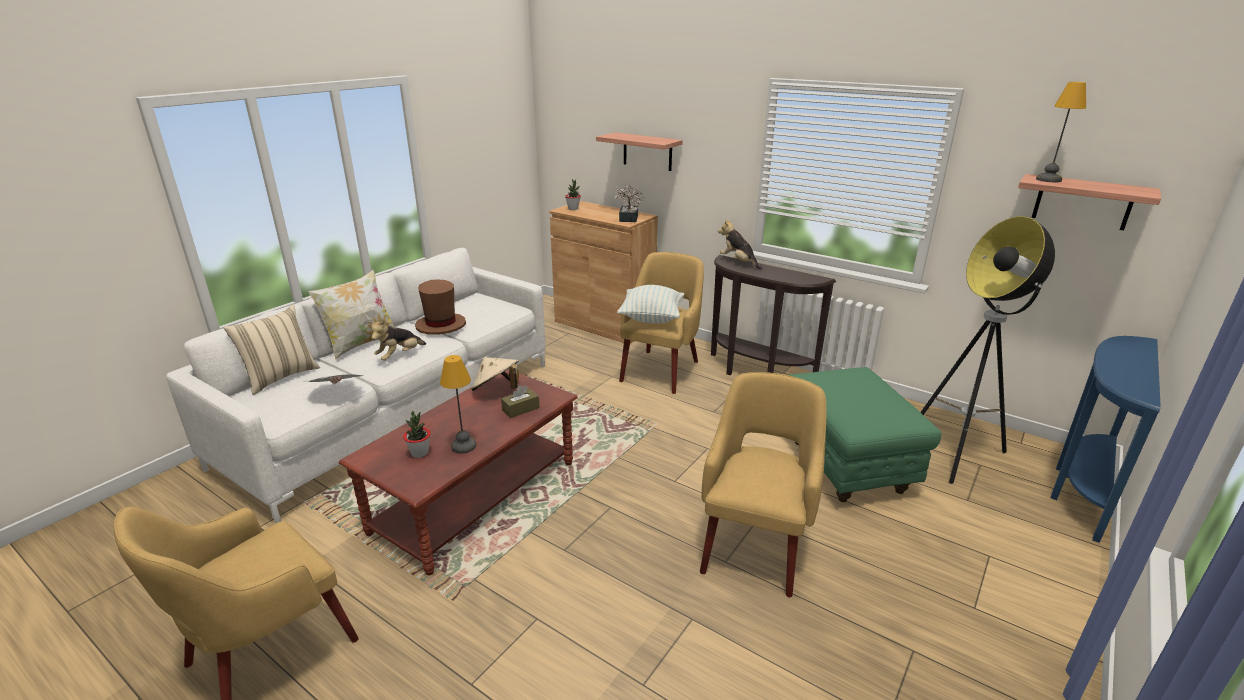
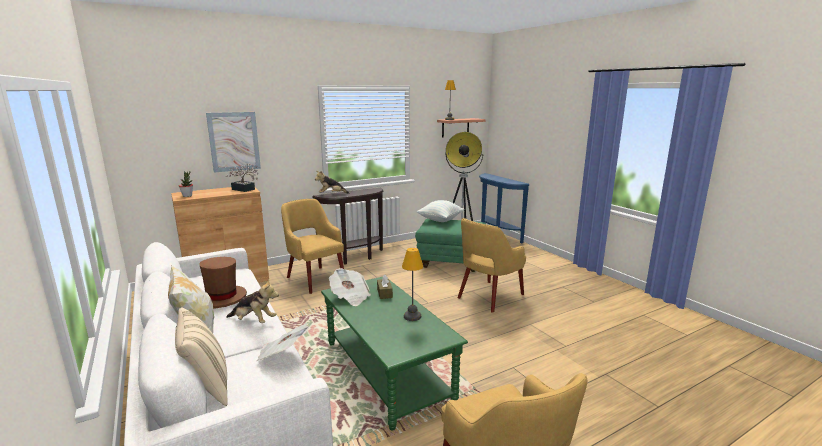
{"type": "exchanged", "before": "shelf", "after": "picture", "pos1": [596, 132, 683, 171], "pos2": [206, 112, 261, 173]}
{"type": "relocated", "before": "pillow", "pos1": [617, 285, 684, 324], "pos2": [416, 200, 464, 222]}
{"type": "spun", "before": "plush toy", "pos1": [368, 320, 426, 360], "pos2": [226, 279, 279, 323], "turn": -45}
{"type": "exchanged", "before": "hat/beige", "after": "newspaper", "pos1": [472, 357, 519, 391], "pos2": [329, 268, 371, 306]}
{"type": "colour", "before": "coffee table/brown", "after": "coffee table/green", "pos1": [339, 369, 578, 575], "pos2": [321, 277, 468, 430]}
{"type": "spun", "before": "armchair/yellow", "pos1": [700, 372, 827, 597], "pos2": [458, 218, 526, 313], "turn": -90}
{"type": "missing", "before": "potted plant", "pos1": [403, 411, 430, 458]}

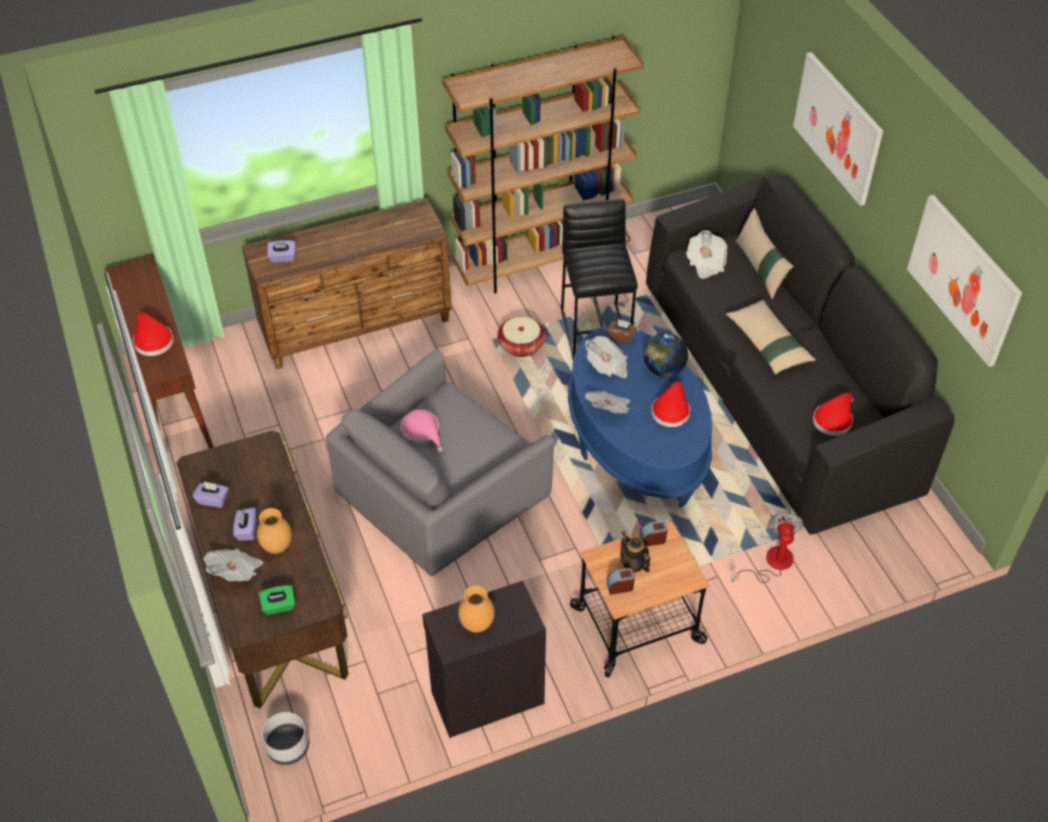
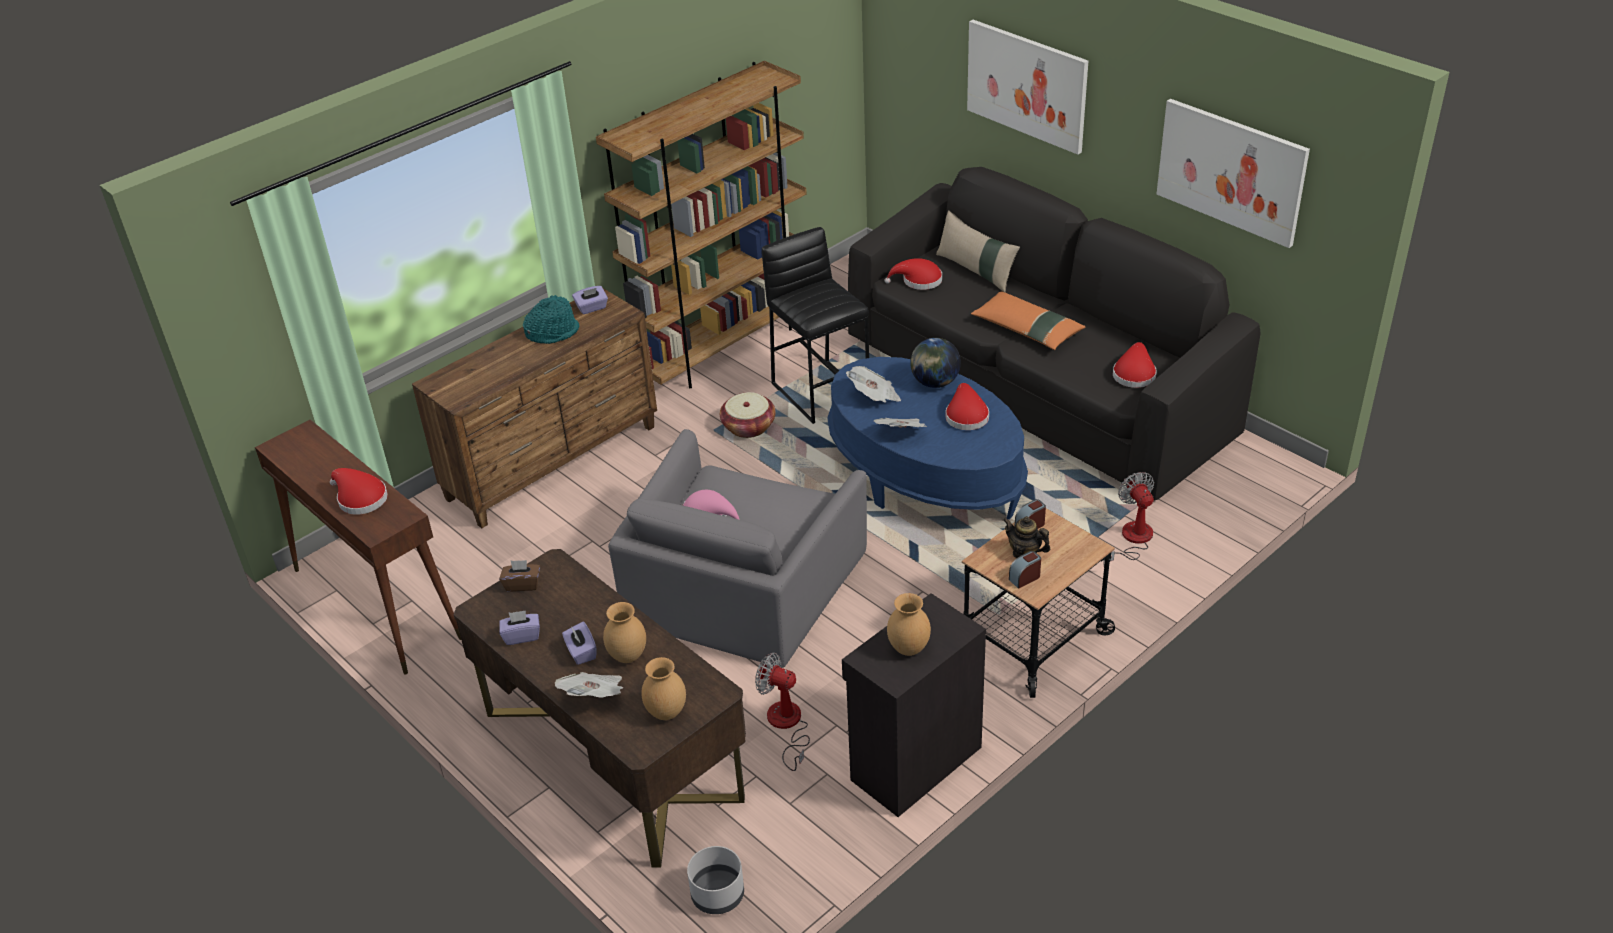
{"type": "exchanged", "before": "newspaper", "after": "hat/red", "pos1": [686, 230, 727, 279], "pos2": [885, 258, 942, 290]}
{"type": "relocated", "before": "tissue box/purple", "pos1": [267, 240, 295, 263], "pos2": [572, 286, 608, 314]}
{"type": "colour", "before": "pillow/beige", "after": "pillow/orange", "pos1": [726, 300, 816, 375], "pos2": [971, 291, 1086, 350]}
{"type": "relocated", "before": "tissue box/brown", "pos1": [607, 319, 637, 344], "pos2": [499, 560, 540, 592]}
{"type": "exchanged", "before": "tissue box/green", "after": "vase/brown", "pos1": [259, 585, 295, 615], "pos2": [641, 657, 686, 720]}
{"type": "appeared", "after": "hat/turquoise", "pos2": [523, 295, 580, 344]}
{"type": "appeared", "after": "fan", "pos2": [755, 653, 810, 771]}

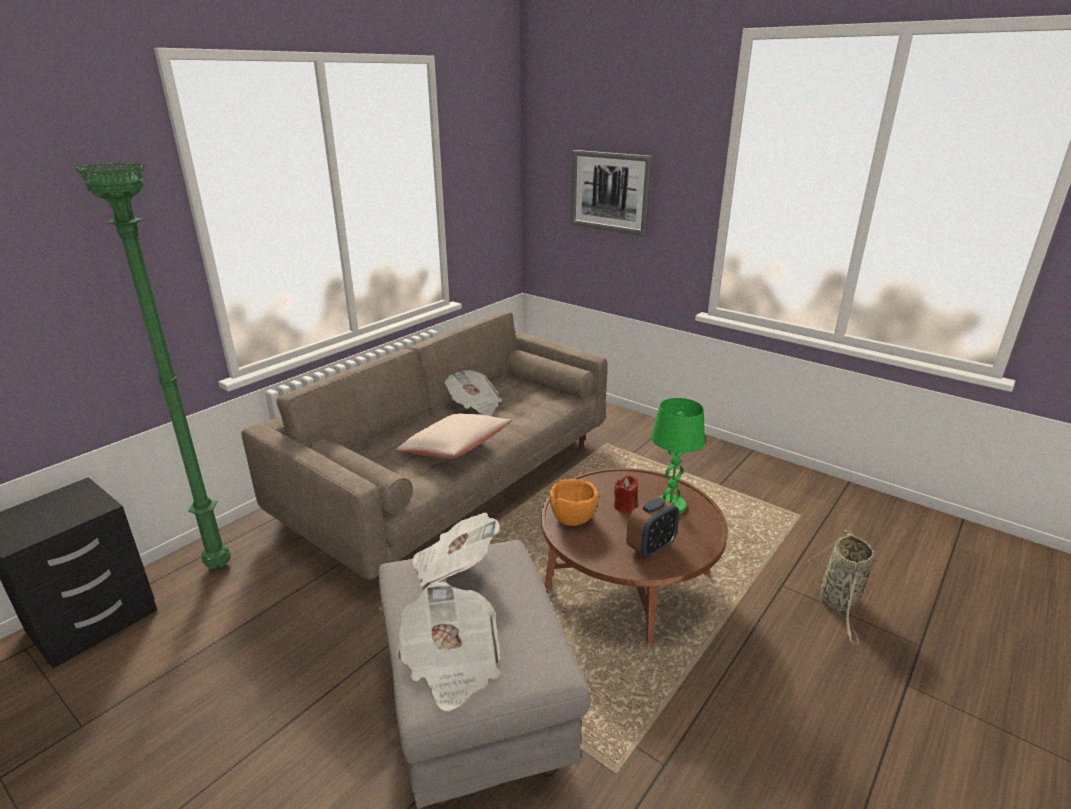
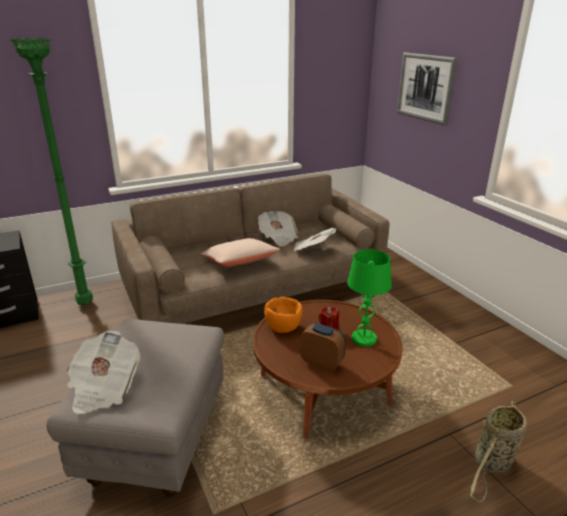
{"type": "spun", "before": "alarm clock", "pos1": [626, 497, 679, 558], "pos2": [300, 323, 346, 371], "turn": -135}
{"type": "relocated", "before": "newspaper", "pos1": [412, 513, 500, 587], "pos2": [293, 227, 336, 252]}

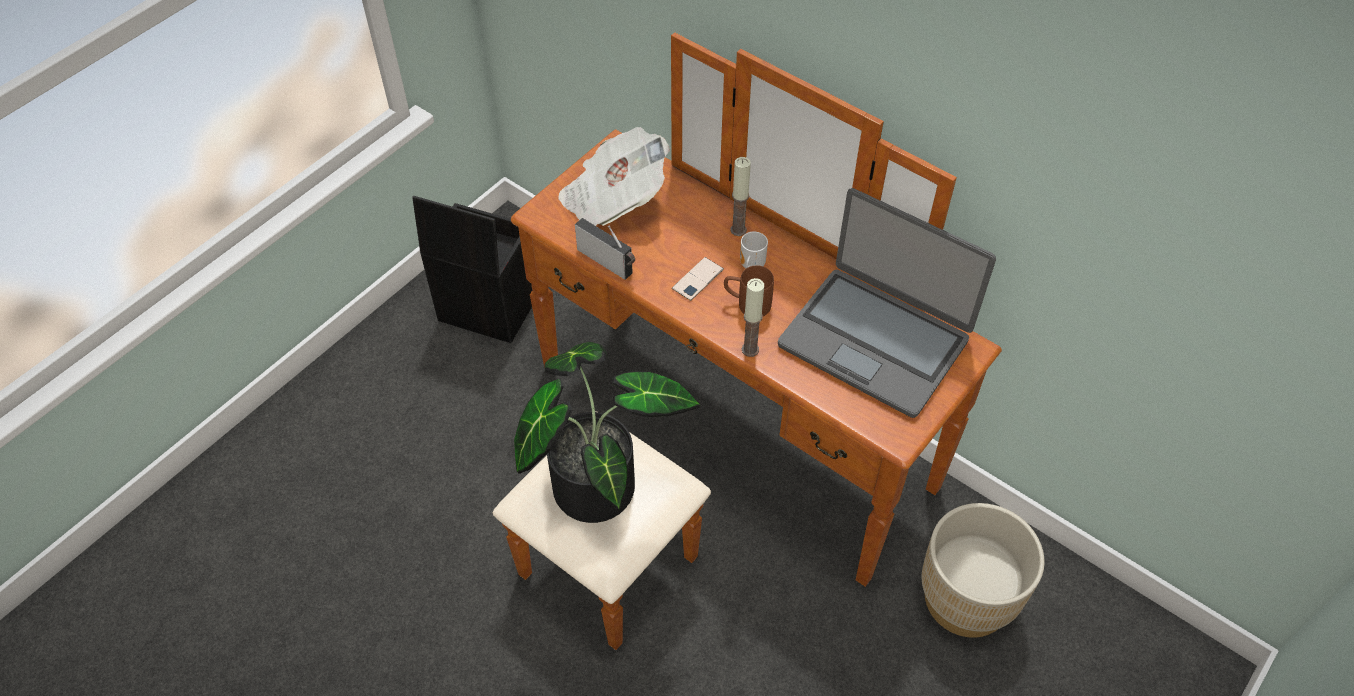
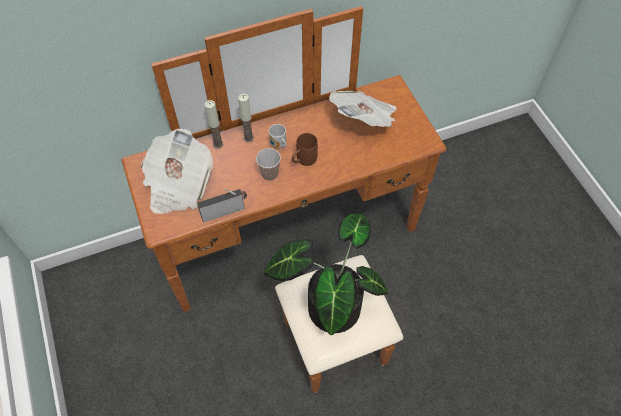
{"type": "exchanged", "before": "laptop", "after": "newspaper", "pos1": [778, 188, 996, 418], "pos2": [329, 91, 397, 127]}
{"type": "missing", "before": "storage box/black", "pos1": [412, 196, 533, 343]}
{"type": "exchanged", "before": "phone", "after": "cup", "pos1": [672, 257, 724, 301], "pos2": [256, 148, 281, 181]}
{"type": "relocated", "before": "candle", "pos1": [742, 278, 764, 357], "pos2": [205, 100, 223, 149]}
{"type": "missing", "before": "planter/beige", "pos1": [922, 503, 1045, 638]}

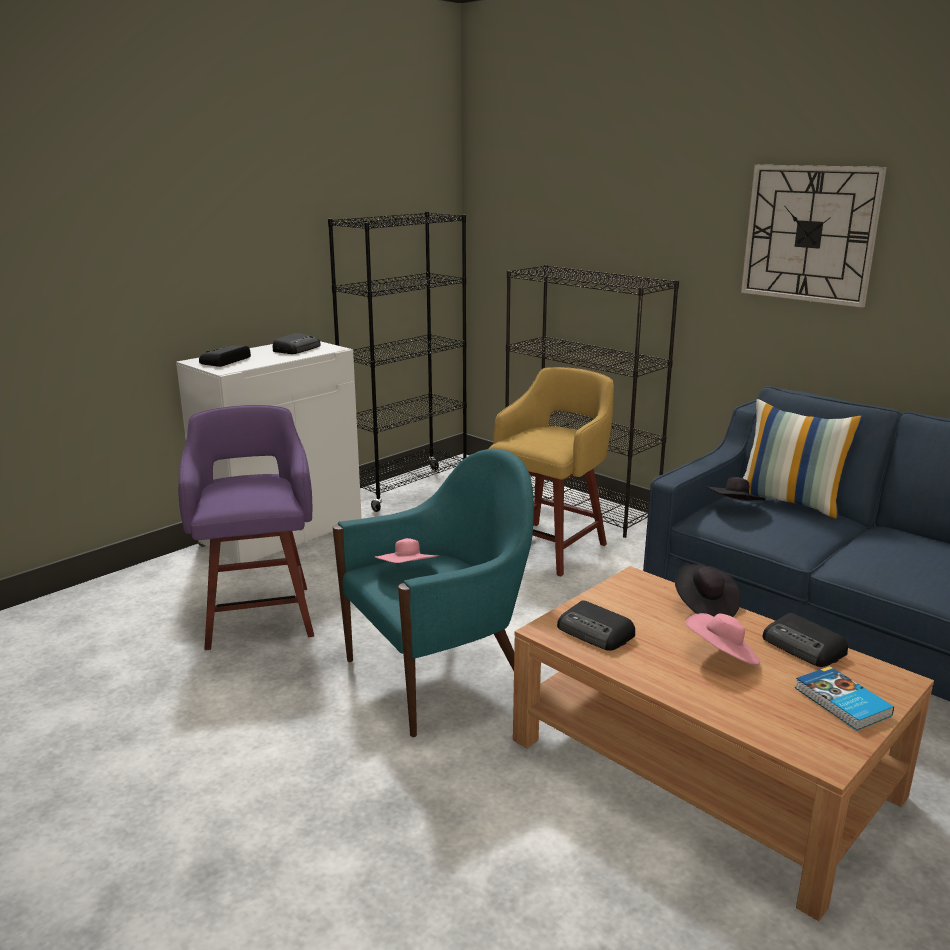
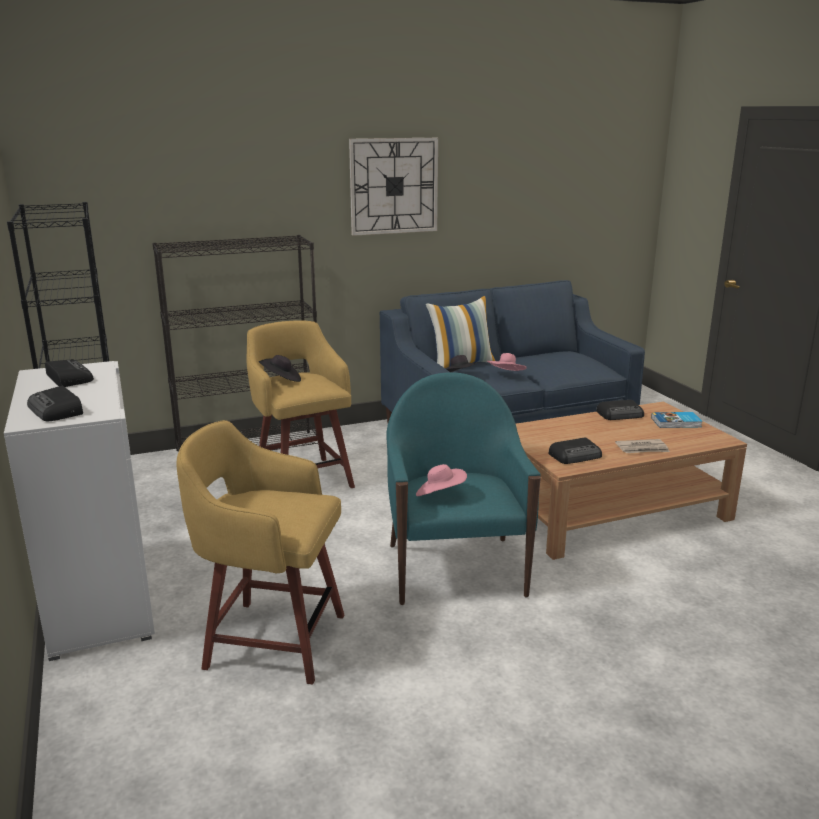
{"type": "colour", "before": "stool/purple", "after": "stool/yellow", "pos1": [178, 405, 314, 650], "pos2": [176, 420, 344, 685]}
{"type": "relocated", "before": "hat/black", "pos1": [675, 564, 741, 617], "pos2": [259, 355, 301, 382]}
{"type": "relocated", "before": "hat/pink", "pos1": [685, 613, 760, 665], "pos2": [487, 353, 527, 371]}
{"type": "appeared", "after": "newspaper", "pos2": [615, 439, 670, 453]}

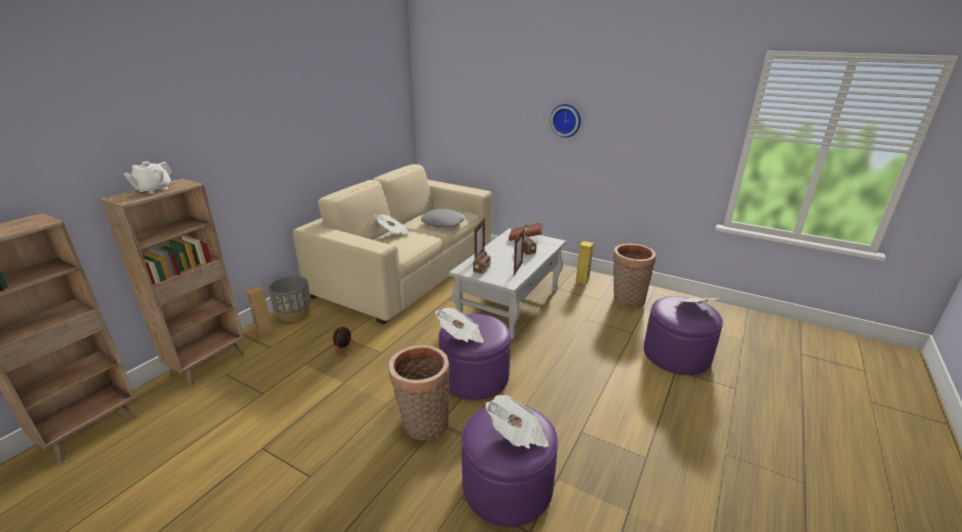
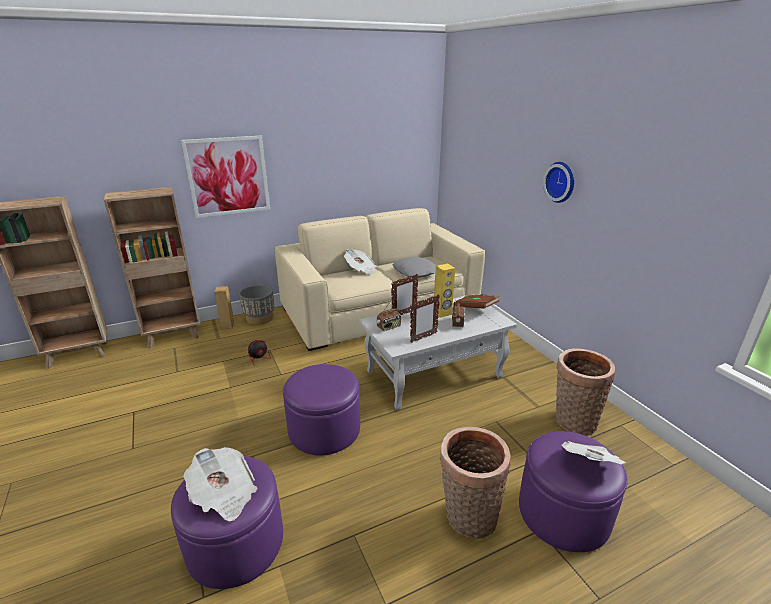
{"type": "missing", "before": "teapot/white", "pos1": [124, 161, 172, 194]}
{"type": "relocated", "before": "speaker/yellow", "pos1": [576, 241, 594, 284], "pos2": [434, 264, 455, 318]}
{"type": "missing", "before": "newspaper", "pos1": [435, 308, 484, 343]}
{"type": "relocated", "before": "basket", "pos1": [389, 345, 450, 440], "pos2": [439, 427, 511, 539]}
{"type": "appeared", "after": "picture", "pos2": [181, 136, 270, 218]}

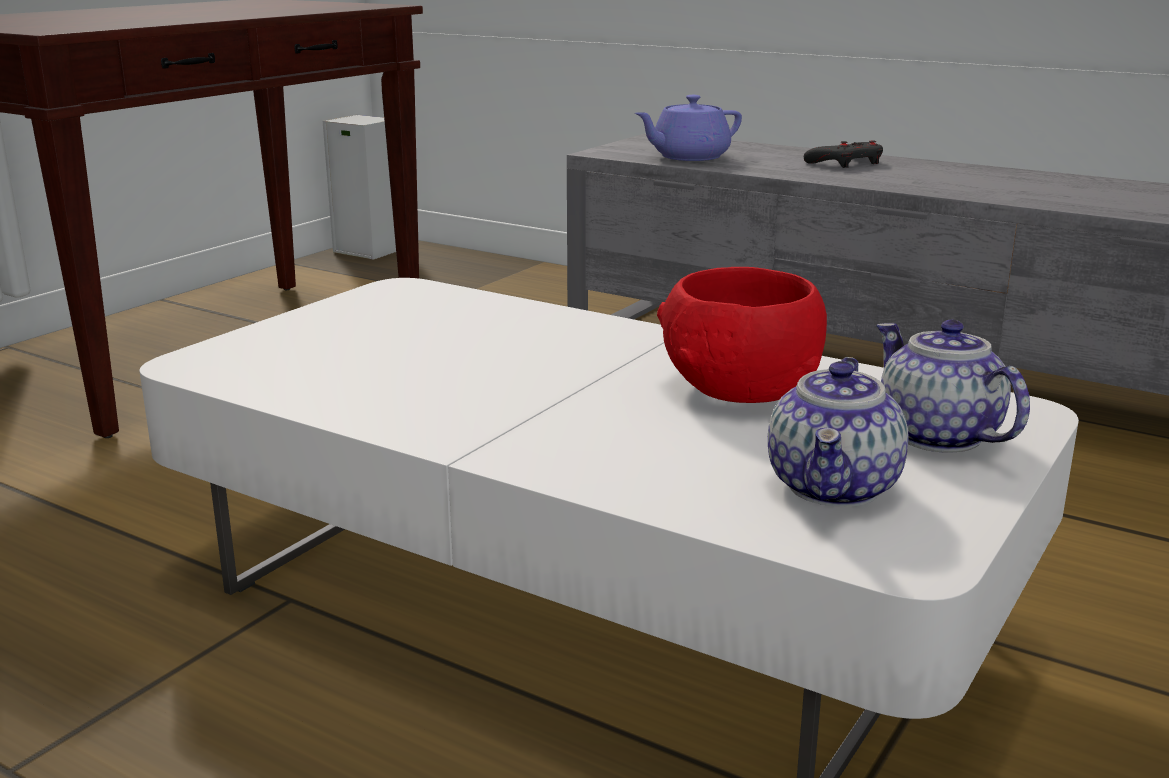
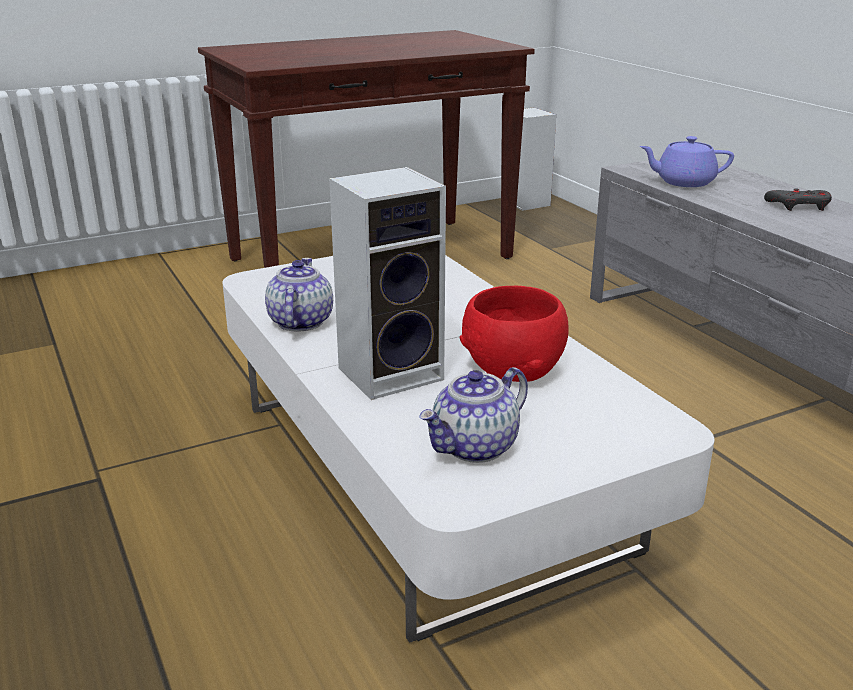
{"type": "relocated", "before": "teapot", "pos1": [877, 320, 1030, 453], "pos2": [265, 258, 333, 332]}
{"type": "appeared", "after": "speaker", "pos2": [329, 167, 446, 400]}

